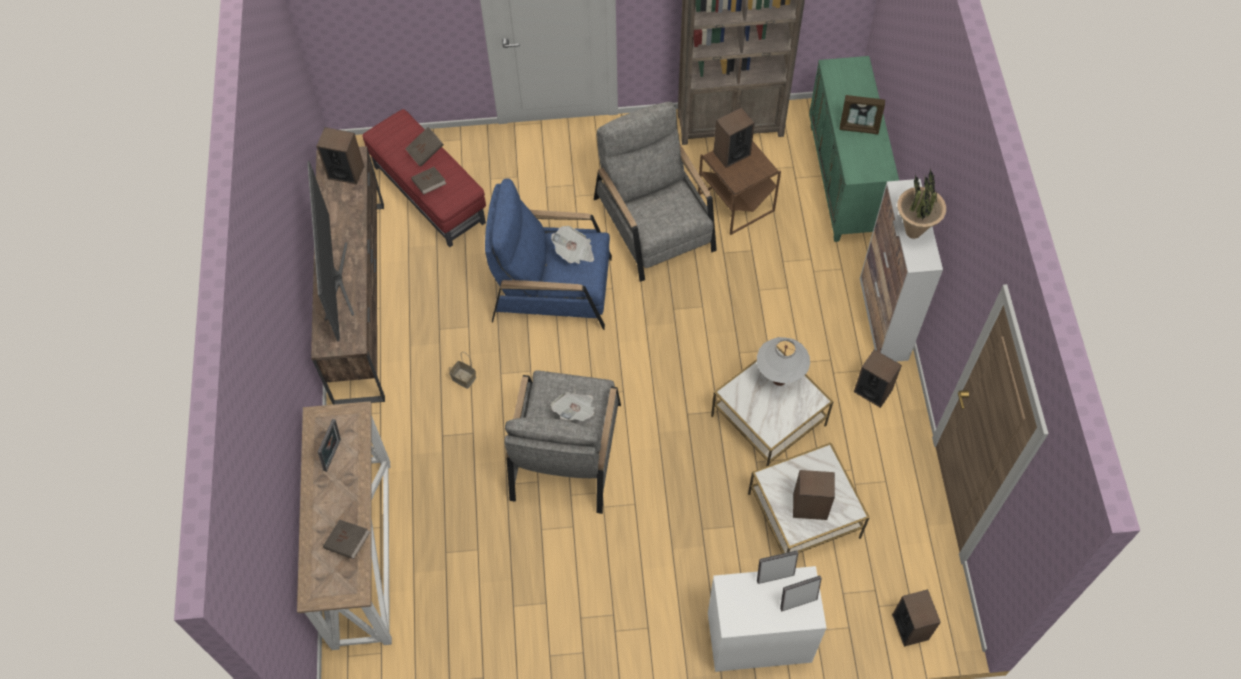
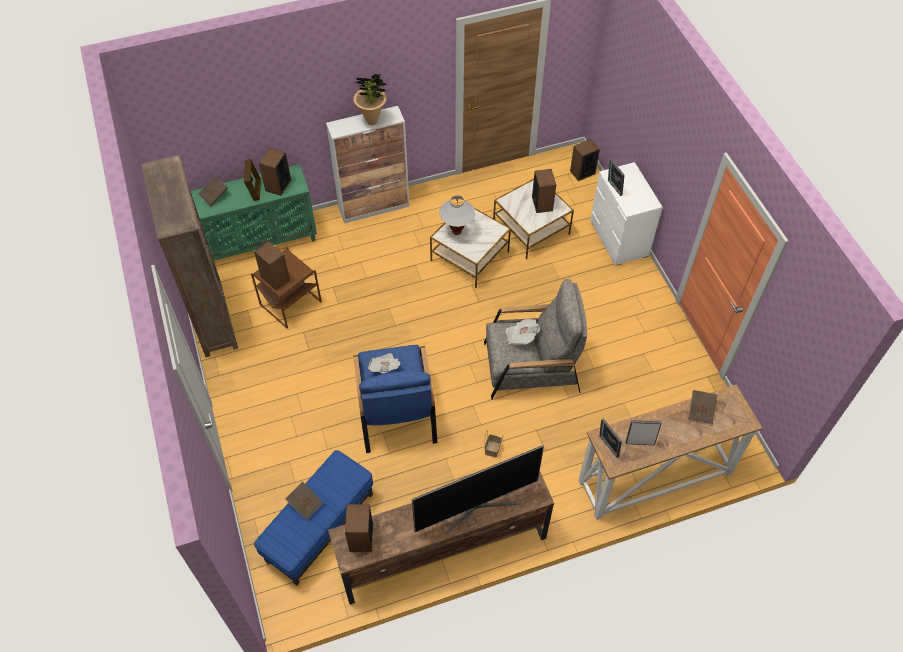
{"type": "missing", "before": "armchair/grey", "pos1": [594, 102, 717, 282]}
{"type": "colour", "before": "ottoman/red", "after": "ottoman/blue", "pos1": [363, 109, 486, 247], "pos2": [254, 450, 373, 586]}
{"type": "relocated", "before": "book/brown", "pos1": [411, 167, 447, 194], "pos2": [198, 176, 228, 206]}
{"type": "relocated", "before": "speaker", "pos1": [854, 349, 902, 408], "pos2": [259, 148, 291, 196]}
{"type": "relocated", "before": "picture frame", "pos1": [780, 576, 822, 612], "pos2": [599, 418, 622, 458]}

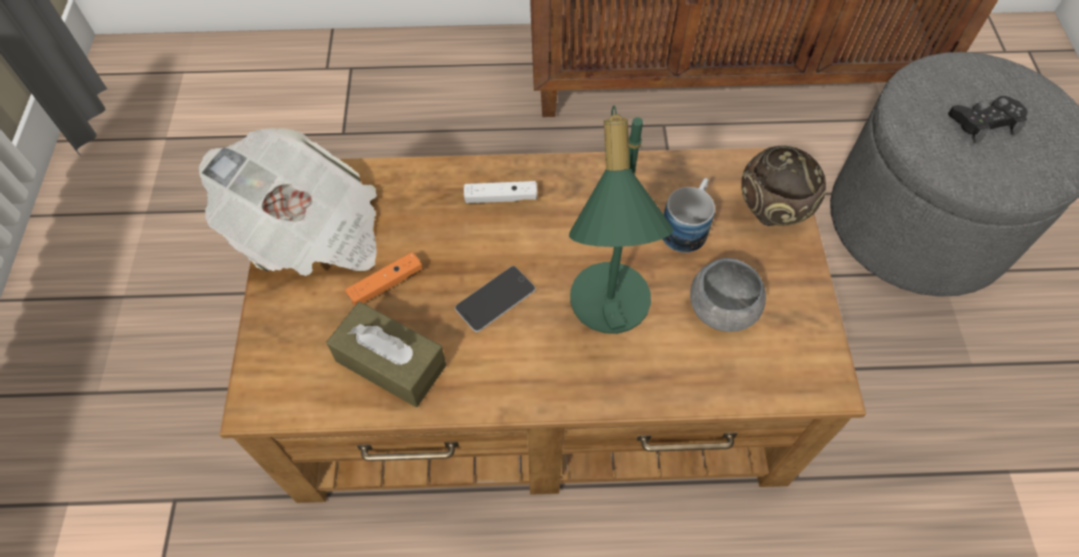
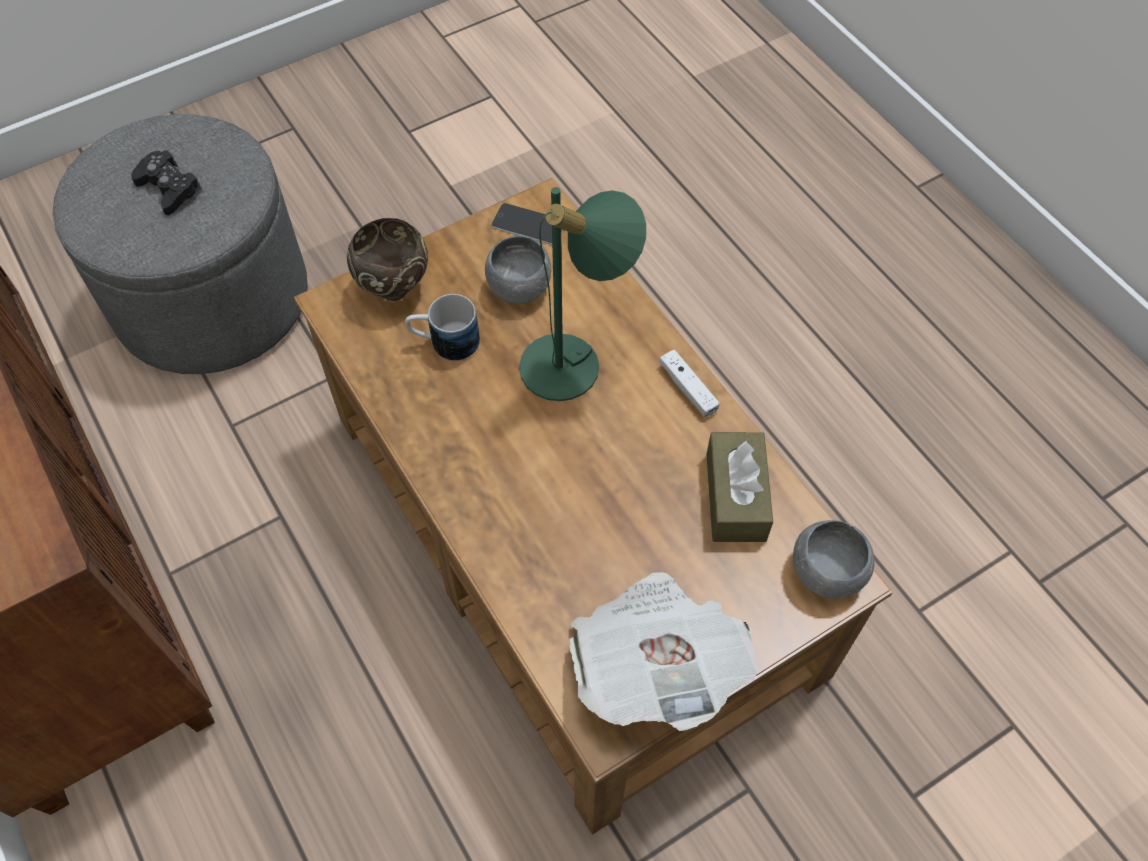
{"type": "relocated", "before": "game controller/white", "pos1": [464, 181, 537, 203], "pos2": [659, 350, 720, 417]}
{"type": "missing", "before": "game controller/orange", "pos1": [345, 252, 422, 306]}
{"type": "relocated", "before": "phone", "pos1": [455, 266, 536, 332], "pos2": [491, 203, 563, 245]}
{"type": "appeared", "after": "bowl/grey", "pos2": [793, 520, 874, 599]}

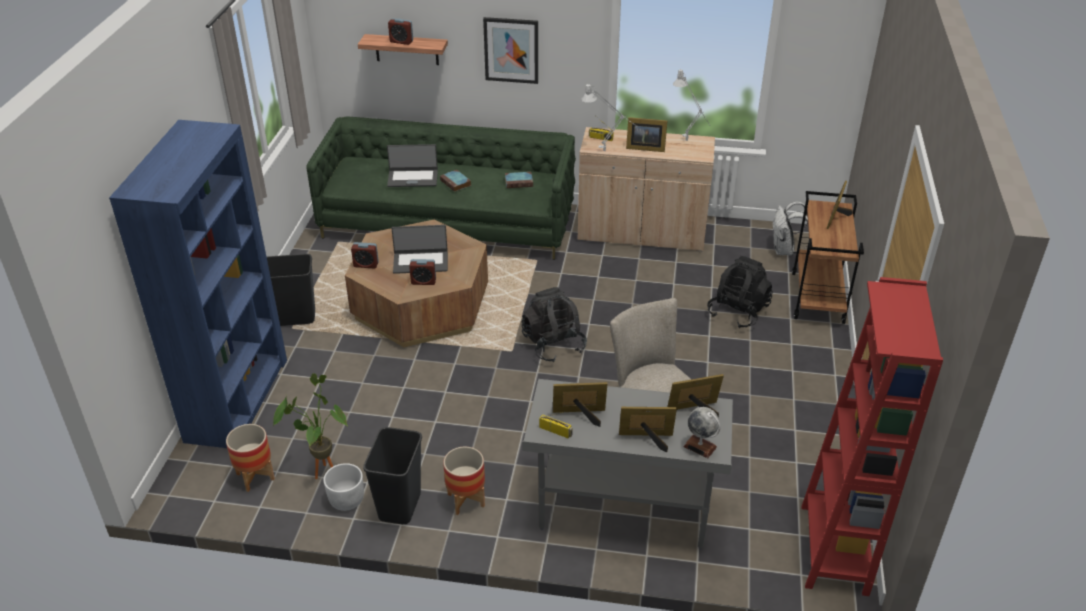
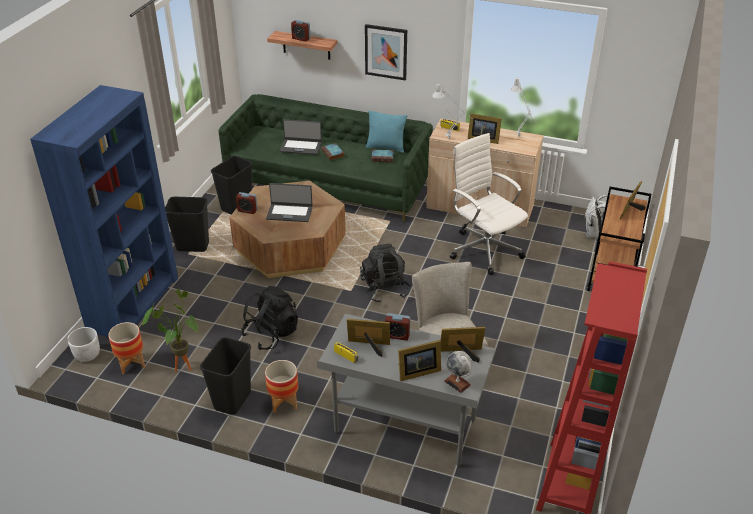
{"type": "relocated", "before": "backpack/black", "pos1": [707, 256, 773, 328], "pos2": [241, 286, 298, 350]}
{"type": "relocated", "before": "alarm clock", "pos1": [409, 259, 436, 285], "pos2": [385, 313, 410, 340]}
{"type": "spun", "before": "picture frame", "pos1": [619, 407, 677, 452], "pos2": [398, 340, 441, 381], "turn": 150}
{"type": "relocated", "before": "planter/white", "pos1": [323, 463, 364, 511], "pos2": [67, 327, 100, 362]}
{"type": "appeared", "after": "pillow/turquoise", "pos2": [366, 110, 407, 153]}
{"type": "appeared", "after": "office chair/white", "pos2": [450, 133, 528, 275]}
{"type": "appeared", "after": "trash can/black", "pos2": [211, 156, 252, 214]}

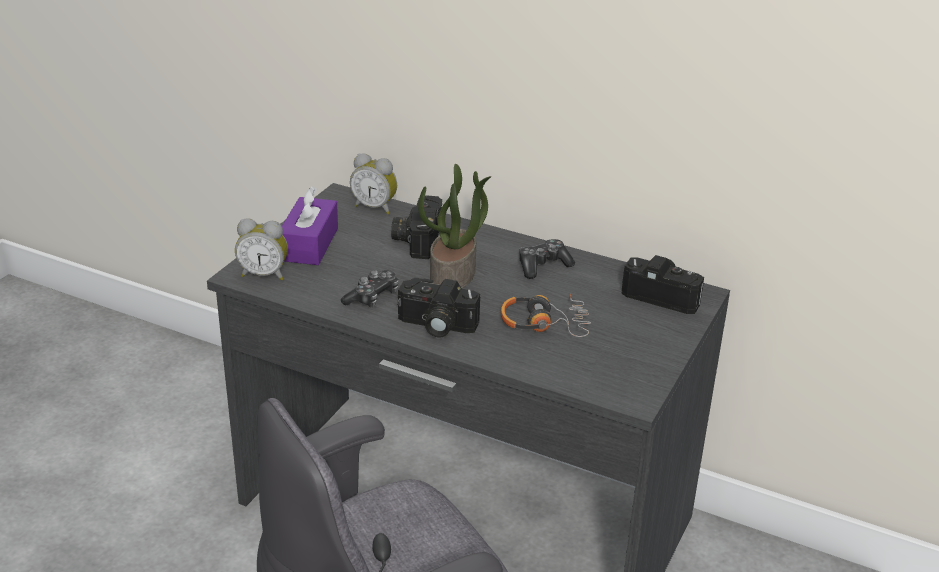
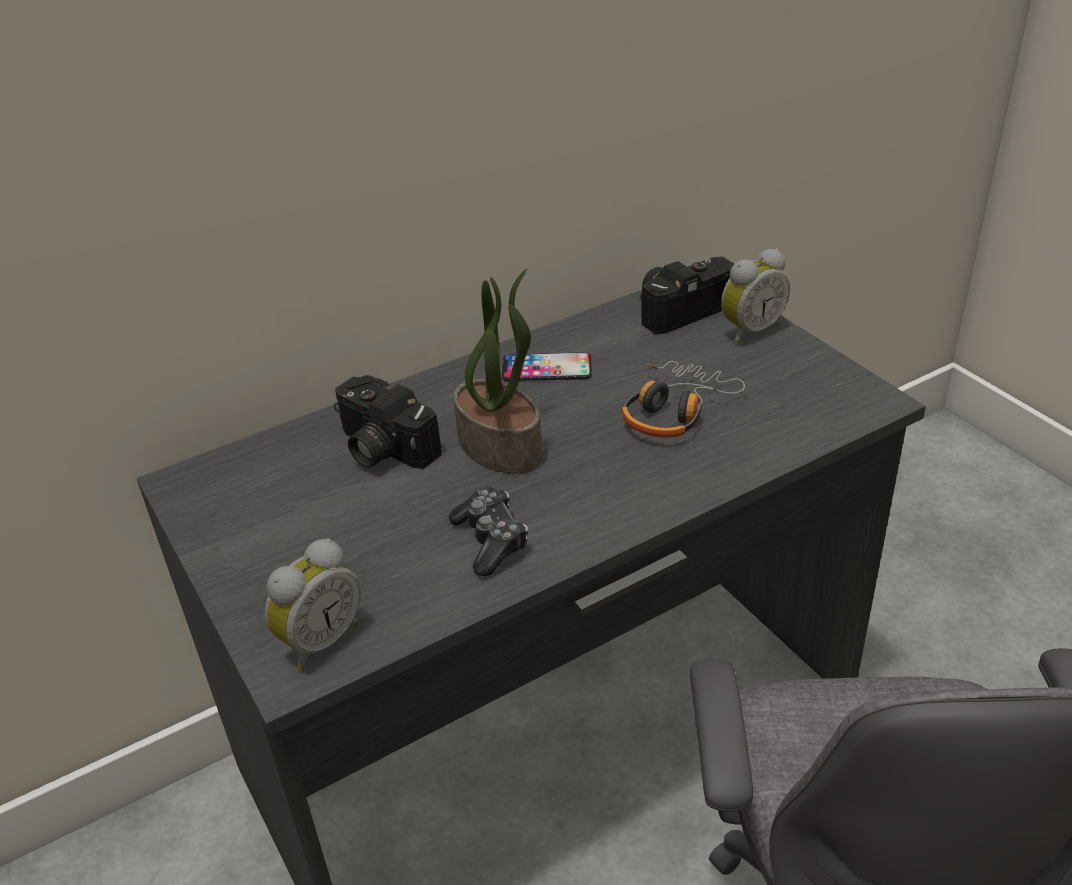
{"type": "relocated", "before": "alarm clock", "pos1": [350, 153, 397, 215], "pos2": [721, 248, 790, 344]}
{"type": "missing", "before": "tissue box/purple", "pos1": [282, 187, 338, 265]}
{"type": "exchanged", "before": "game controller", "after": "phone", "pos1": [519, 239, 575, 279], "pos2": [502, 352, 592, 381]}
{"type": "missing", "before": "photo camera", "pos1": [397, 278, 480, 338]}

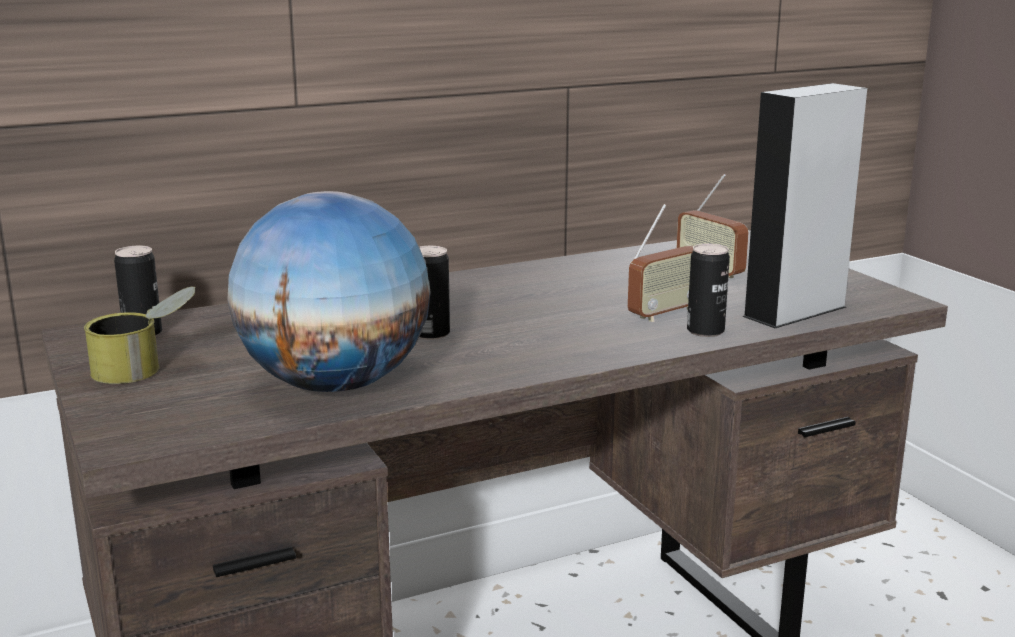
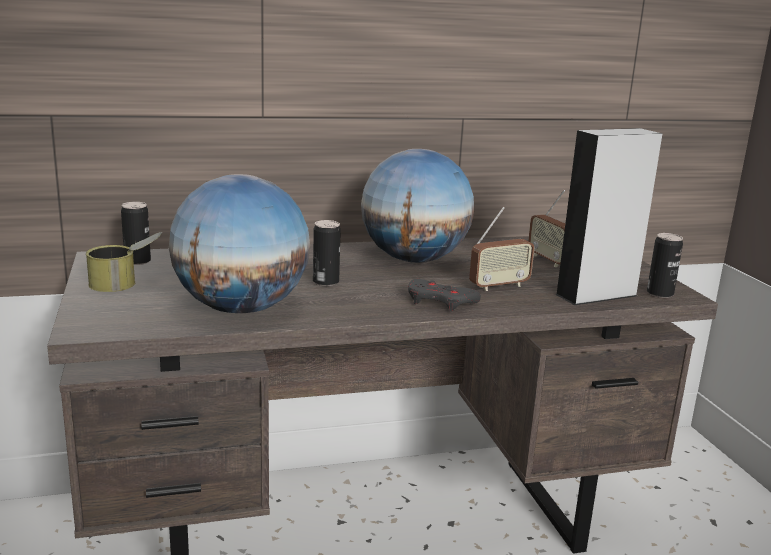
{"type": "relocated", "before": "can", "pos1": [687, 243, 730, 337], "pos2": [647, 233, 683, 298]}
{"type": "appeared", "after": "globe", "pos2": [361, 149, 474, 263]}
{"type": "appeared", "after": "game controller/grey", "pos2": [408, 279, 481, 312]}

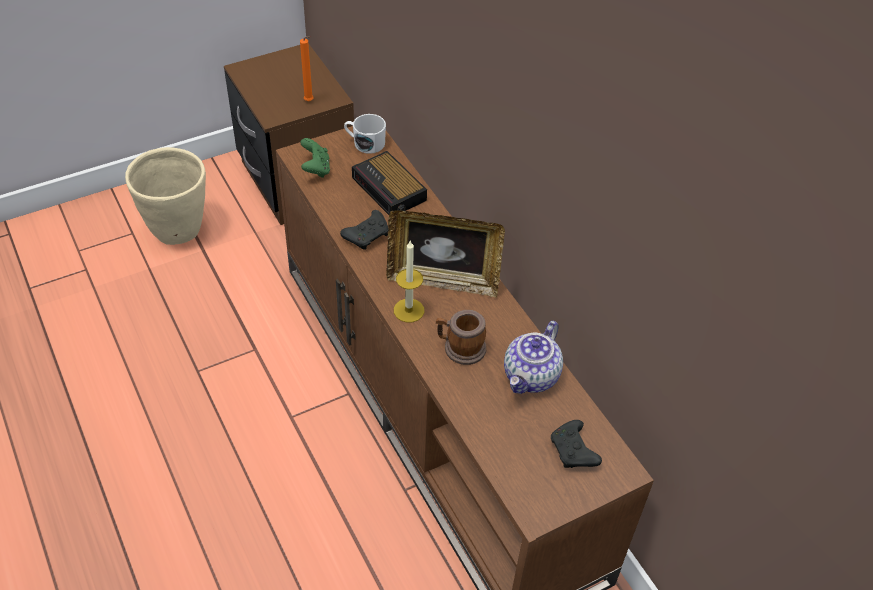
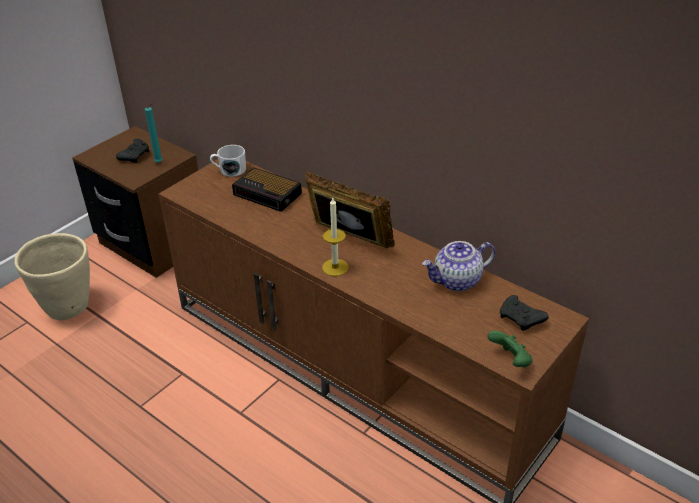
{"type": "colour", "before": "candle/orange", "after": "candle/turquoise", "pos1": [300, 36, 313, 101], "pos2": [145, 103, 162, 163]}
{"type": "relocated", "before": "game controller/green", "pos1": [300, 138, 330, 178], "pos2": [487, 331, 533, 368]}
{"type": "relocated", "before": "game controller/black", "pos1": [340, 210, 388, 250], "pos2": [116, 139, 149, 163]}
{"type": "spun", "before": "picture frame", "pos1": [386, 210, 505, 298], "pos2": [305, 171, 395, 248], "turn": -135}
{"type": "missing", "before": "mug", "pos1": [436, 310, 486, 365]}
{"type": "spun", "before": "teapot", "pos1": [504, 321, 563, 394], "pos2": [422, 241, 496, 291], "turn": 60}

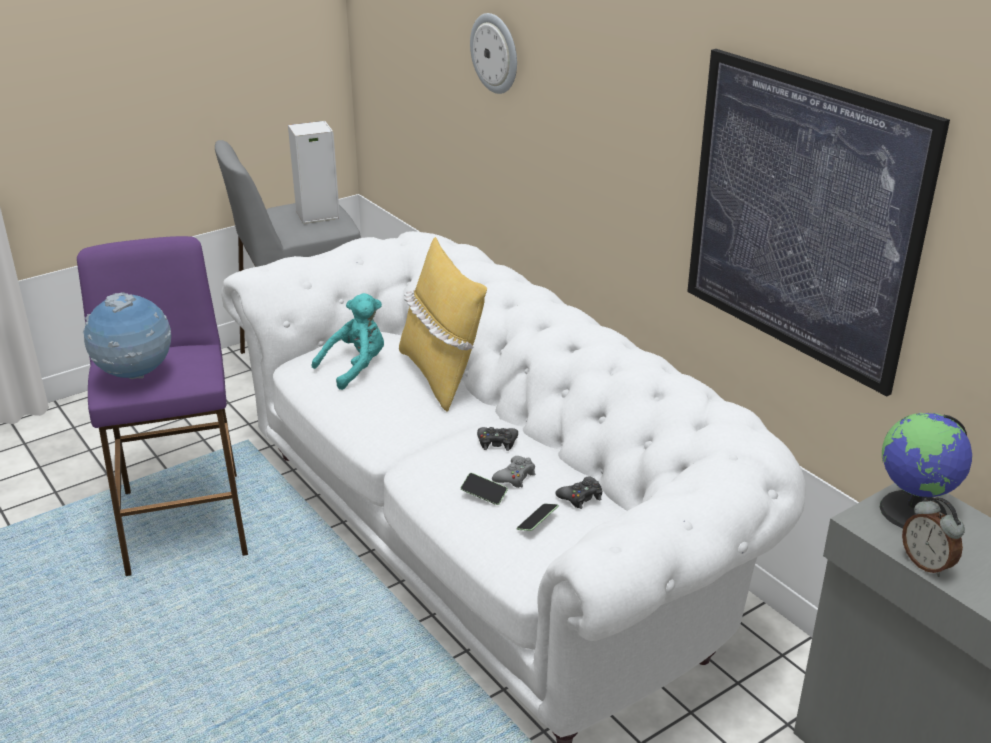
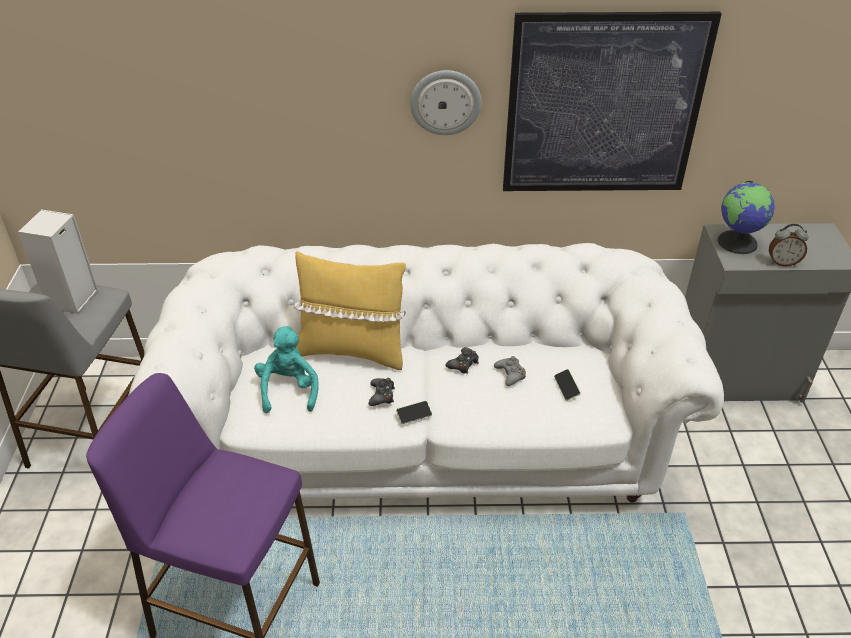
{"type": "relocated", "before": "wall clock", "pos1": [470, 13, 517, 94], "pos2": [410, 70, 481, 135]}
{"type": "missing", "before": "globe", "pos1": [83, 292, 171, 379]}
{"type": "relocated", "before": "phone", "pos1": [461, 473, 508, 505], "pos2": [396, 401, 432, 424]}
{"type": "relocated", "before": "game controller/black", "pos1": [555, 476, 602, 509], "pos2": [369, 378, 395, 406]}

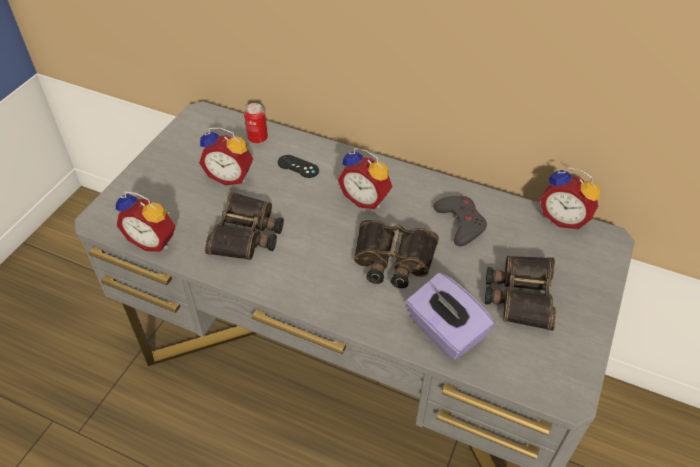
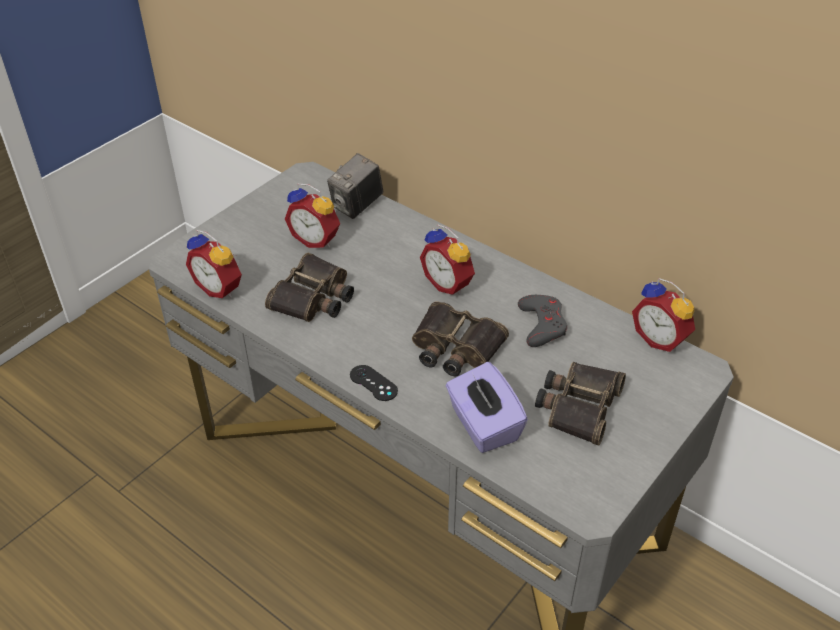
{"type": "exchanged", "before": "can", "after": "photo camera", "pos1": [244, 103, 268, 143], "pos2": [327, 153, 383, 219]}
{"type": "relocated", "before": "game controller/black", "pos1": [278, 155, 319, 178], "pos2": [350, 365, 398, 401]}

